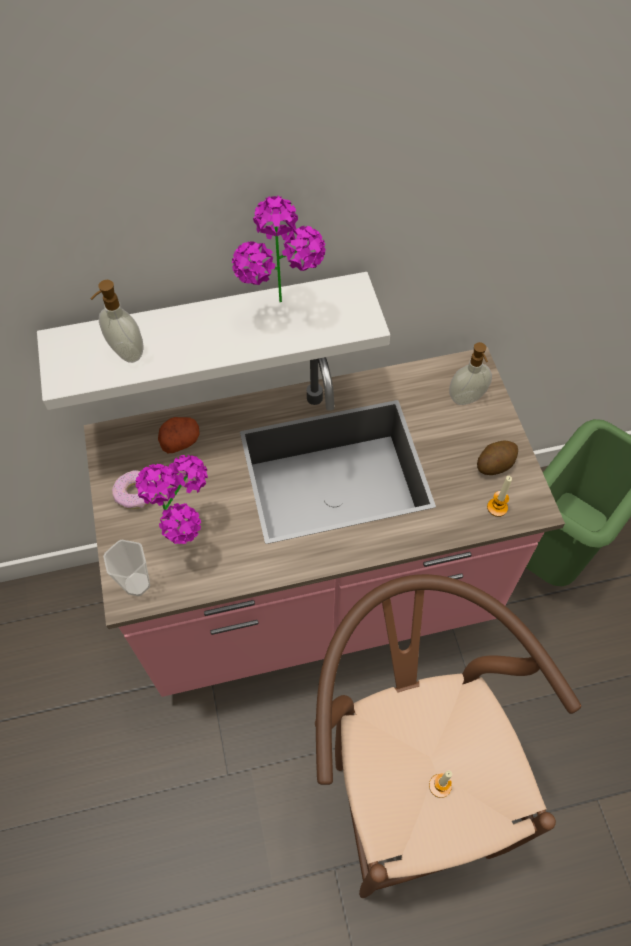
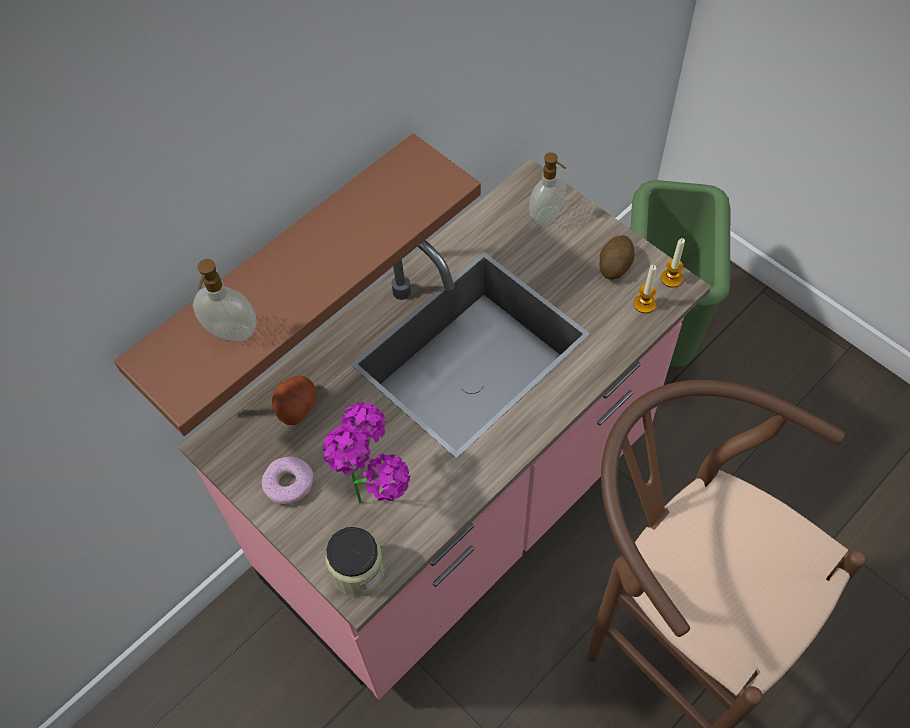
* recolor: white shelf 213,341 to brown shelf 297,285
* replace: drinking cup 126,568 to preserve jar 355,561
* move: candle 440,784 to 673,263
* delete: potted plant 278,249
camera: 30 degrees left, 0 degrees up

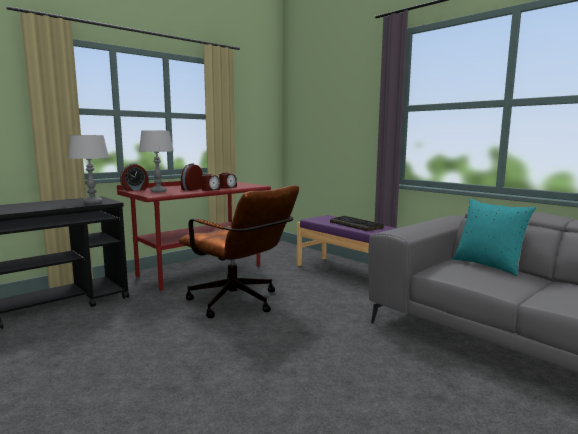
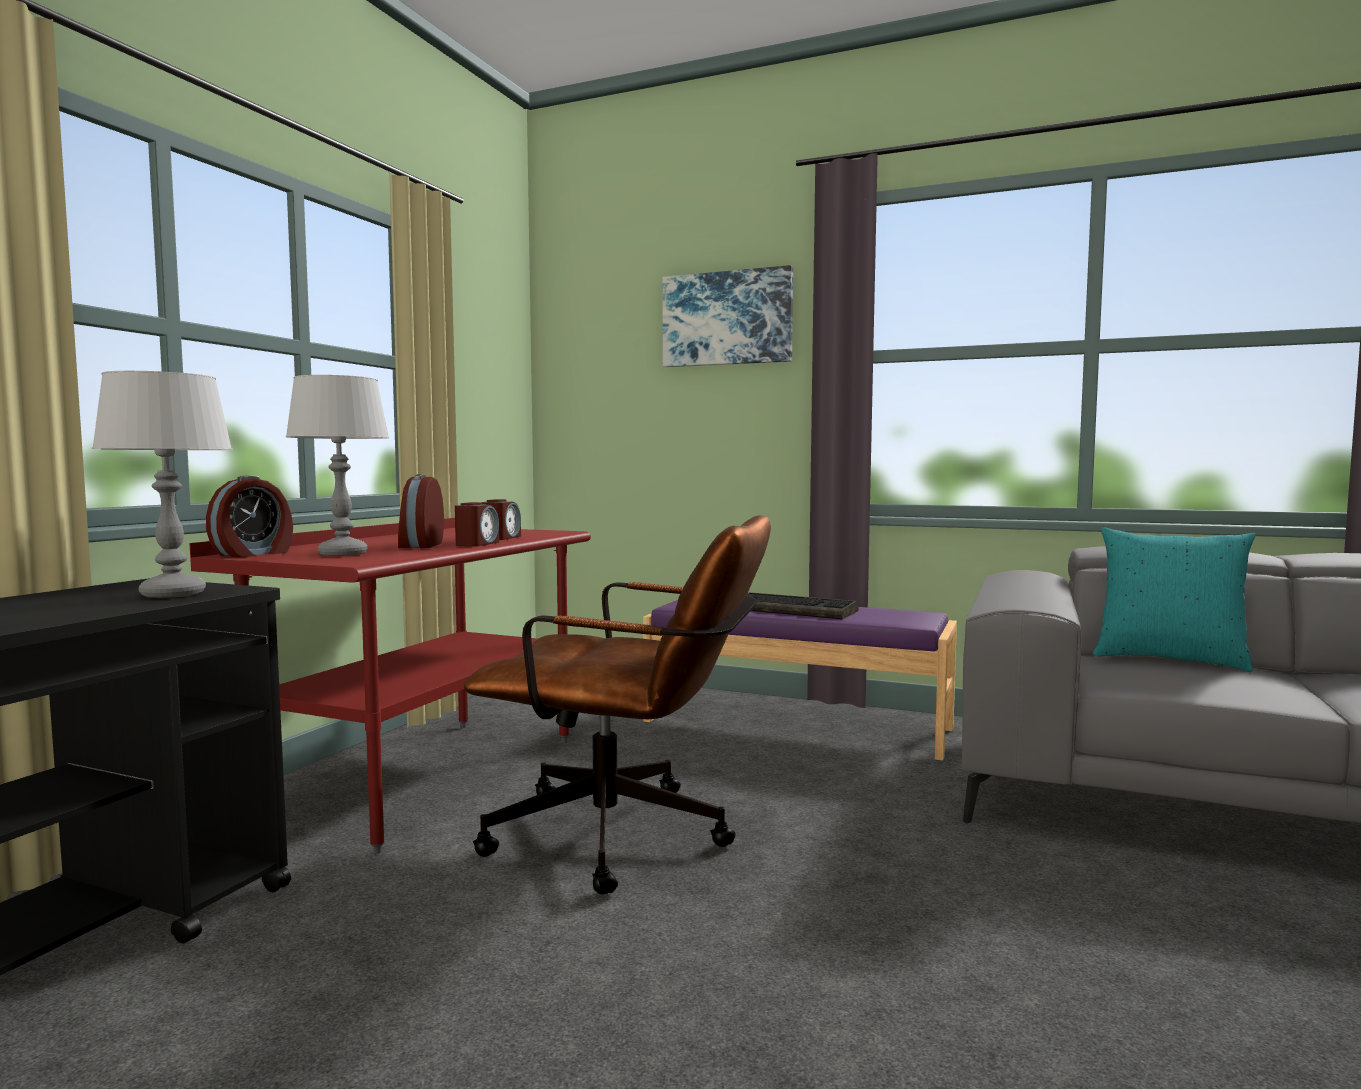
* insert: picture 728,316
camera: 25 degrees left, 5 degrees down

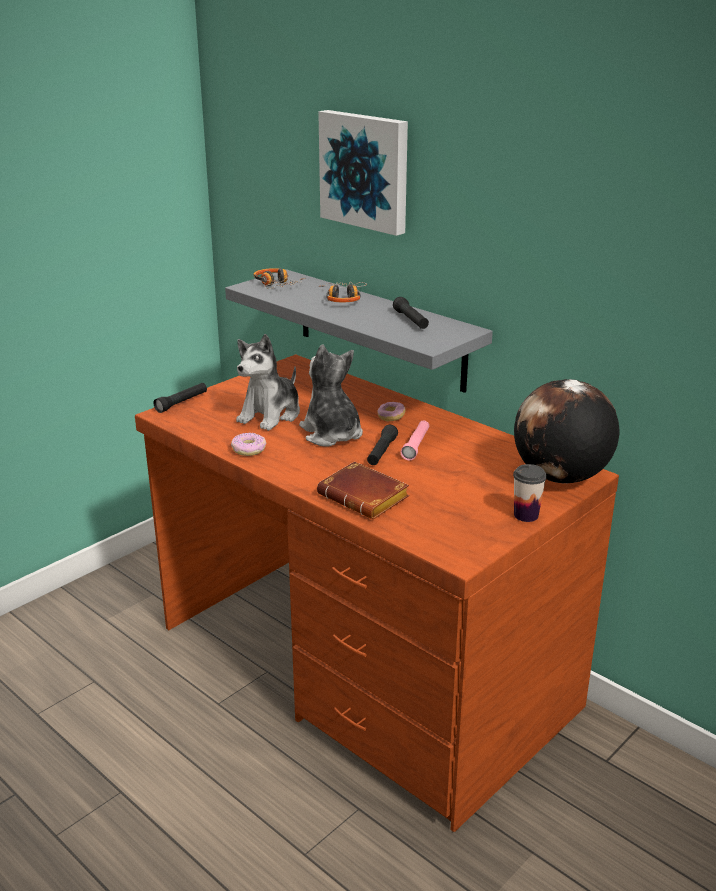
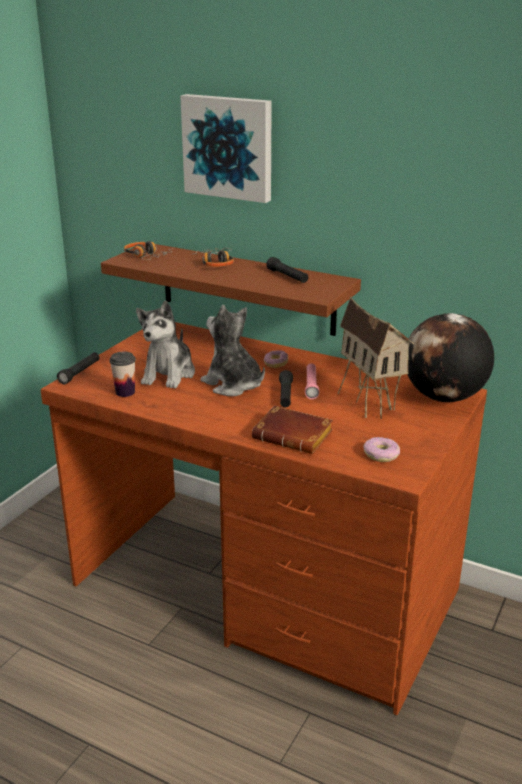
* recolor: grey shelf 359,331 to brown shelf 231,290
* move: drinking cup 530,493 to 123,374
* insert: miniature house 376,357
* move: ring doughnut 248,444 to 381,449
camera: 15 degrees left, 0 degrees up

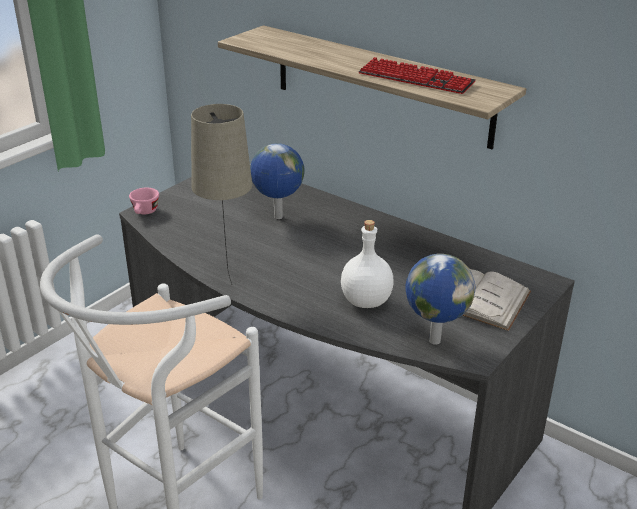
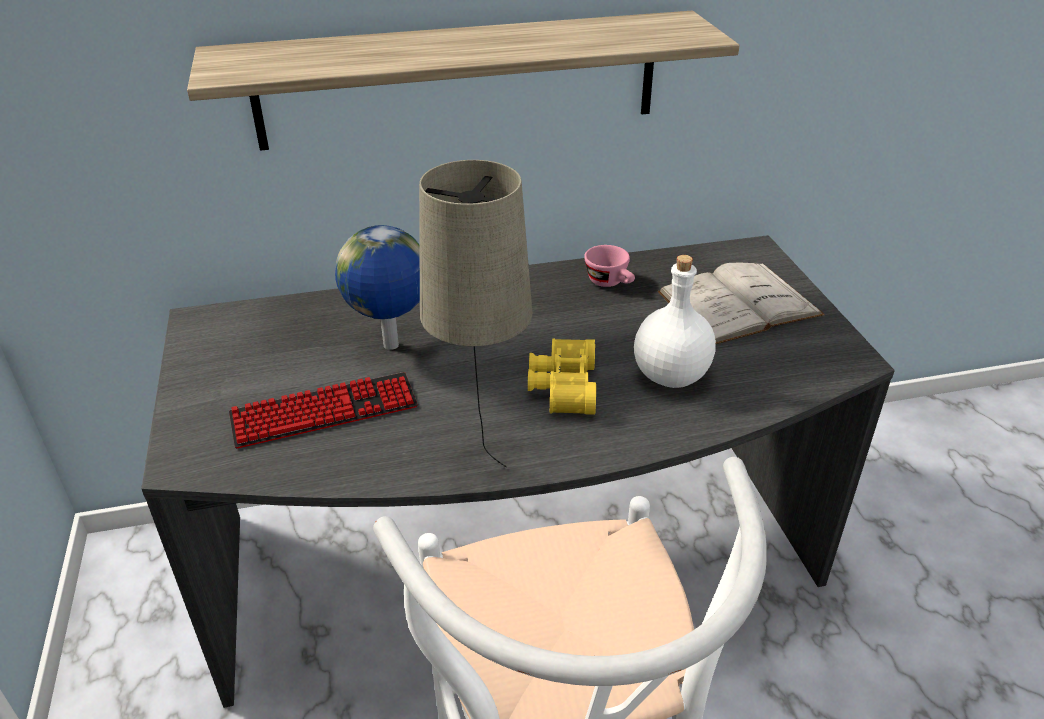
* move: PC keyboard 417,75 to 323,410
* insert: yellowish field glasses 562,376
* move: pink-coloured drinking cup 144,201 to 609,266
* delete: desk globe 440,299
camera: 50 degrees left, 5 degrees up

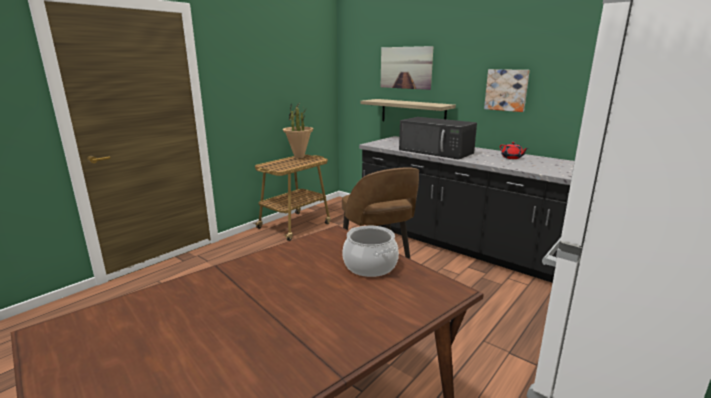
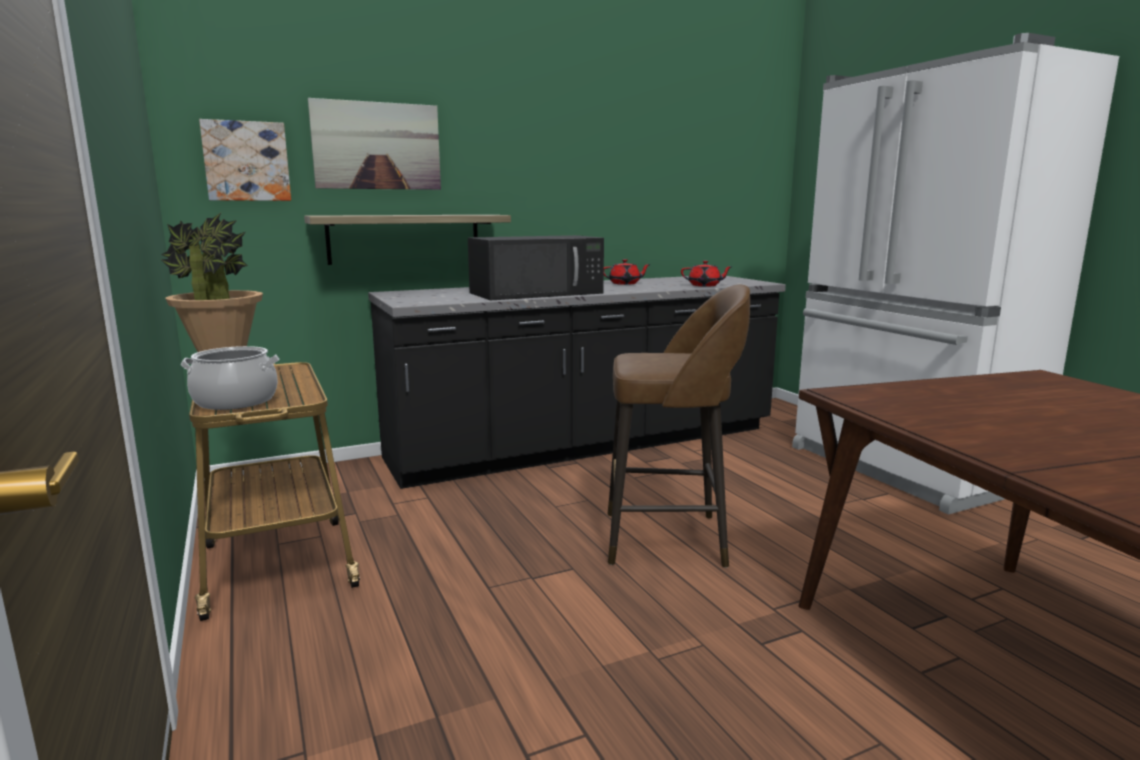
* move: saucepot 370,251 to 230,378
* move: picture 507,90 to 245,160
* insert: red-coloured tea pot 707,274
camera: 65 degrees left, 5 degrees down

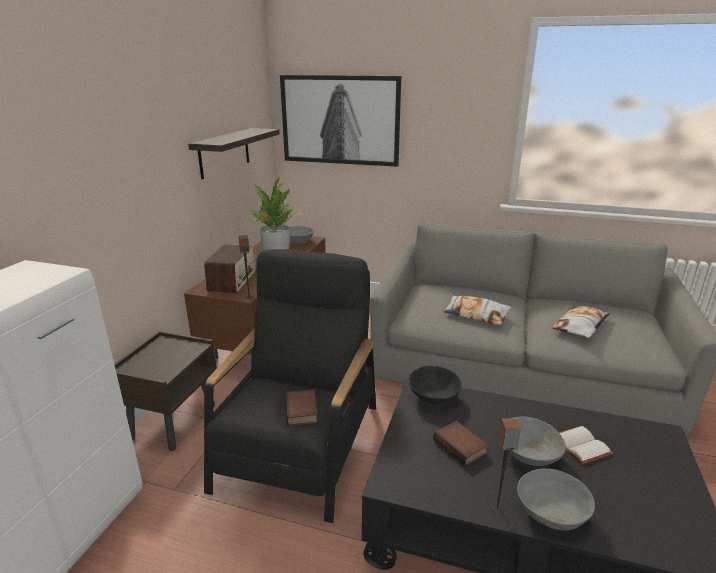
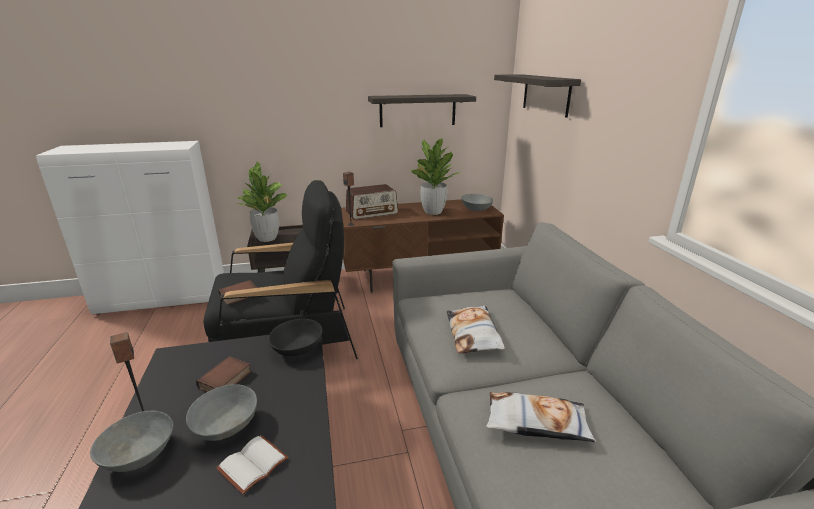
* insert: potted plant 262,202
* replace: picture 340,121 to shelf 537,96
camera: 60 degrees right, 0 degrees up

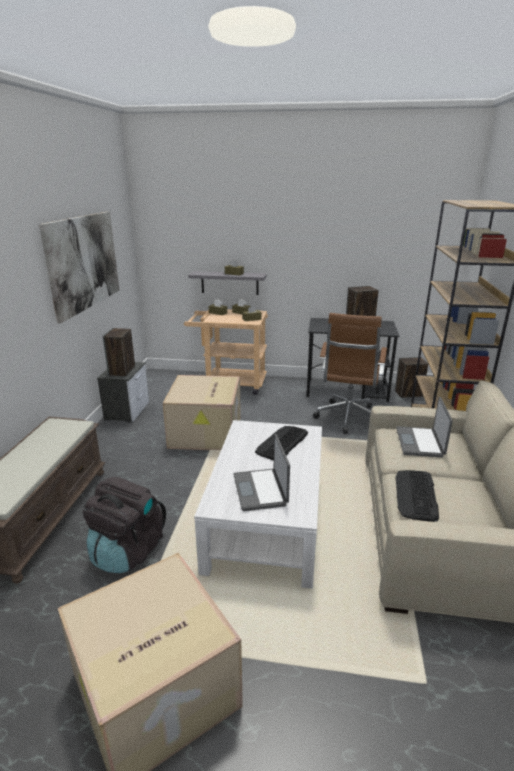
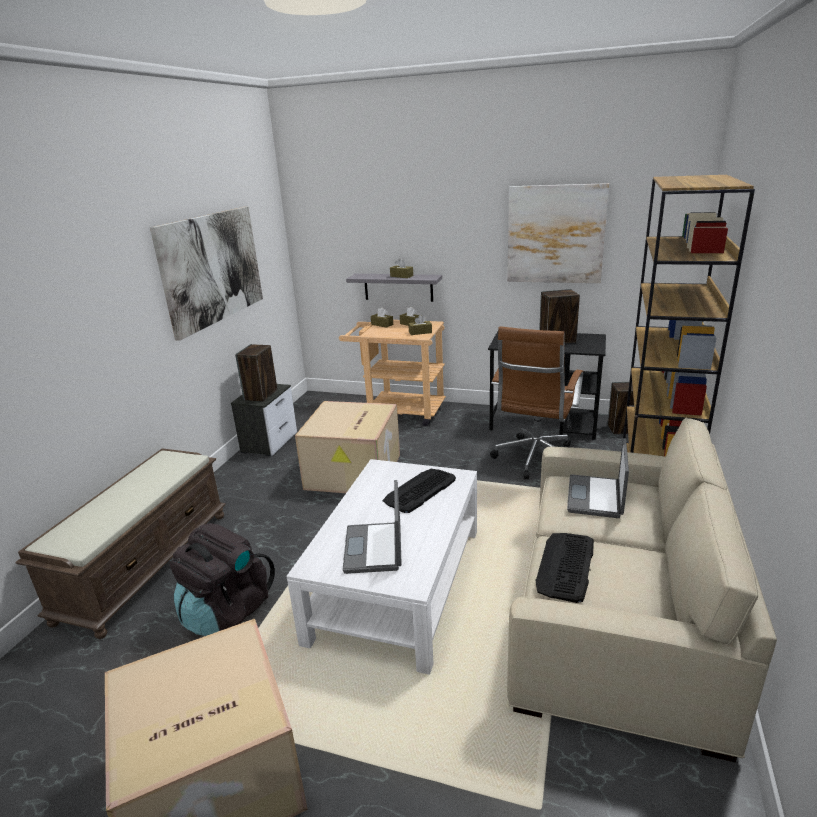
* insert: picture 558,233
camera: 10 degrees right, 0 degrees up

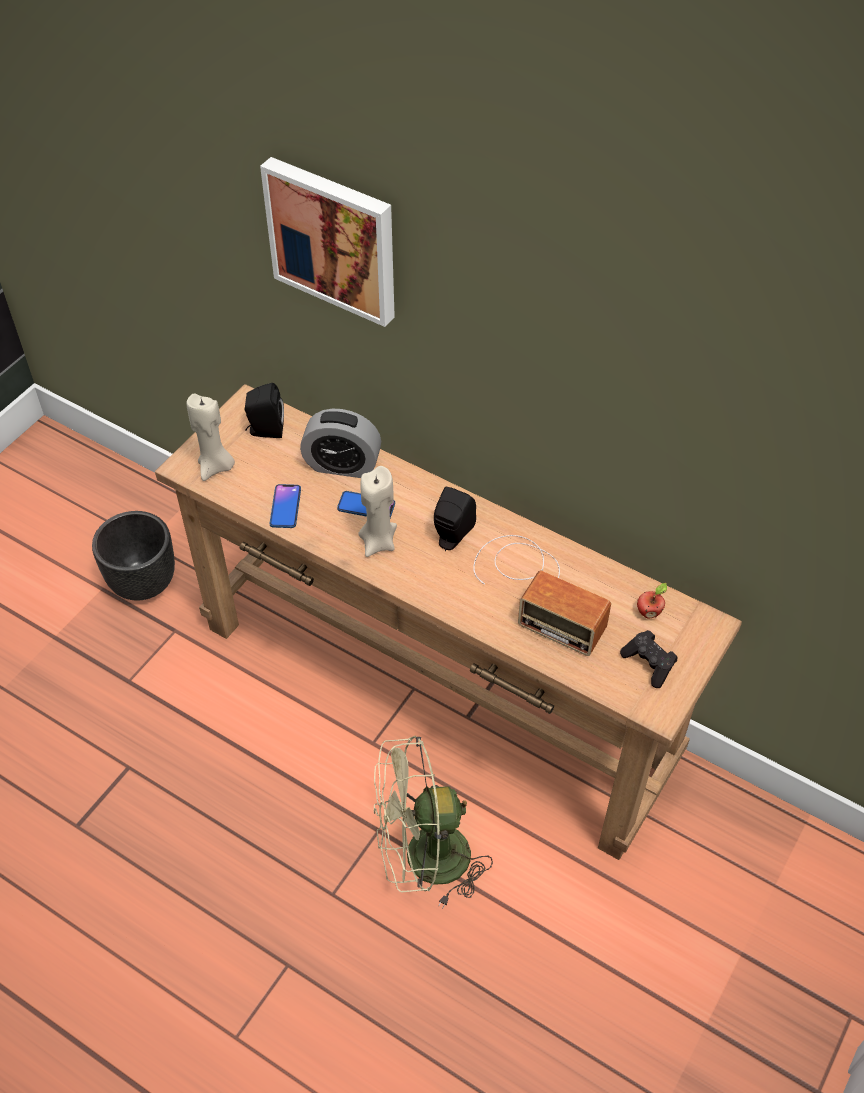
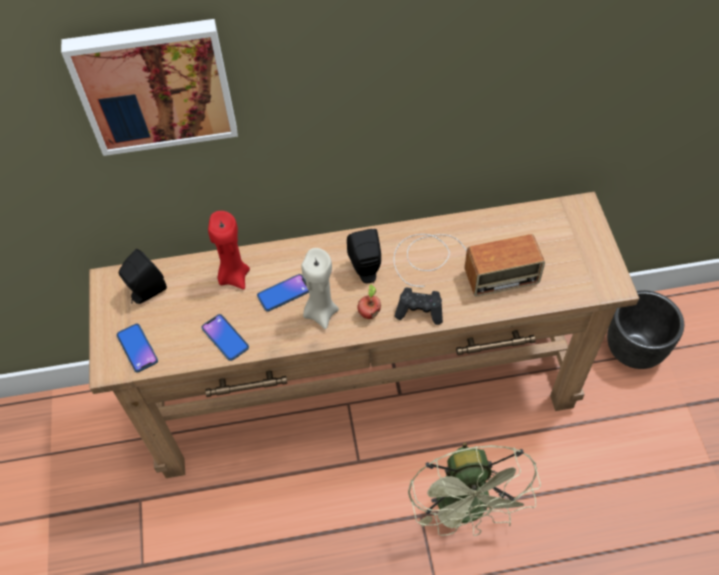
* replace: beige candle 210,437 to telephone 137,348
* replace: table clock 340,443 to red-coloured candle 229,250
* move: apple 652,600 to 369,301
* move: black-coloured joypad 649,659 to 418,306
* rotate: greenish electric fan 433,822 = 474,489 45 degrees counterclockwise
* move: black-coloured planter 133,556 to 645,329
camera: 40 degrees left, 5 degrees up

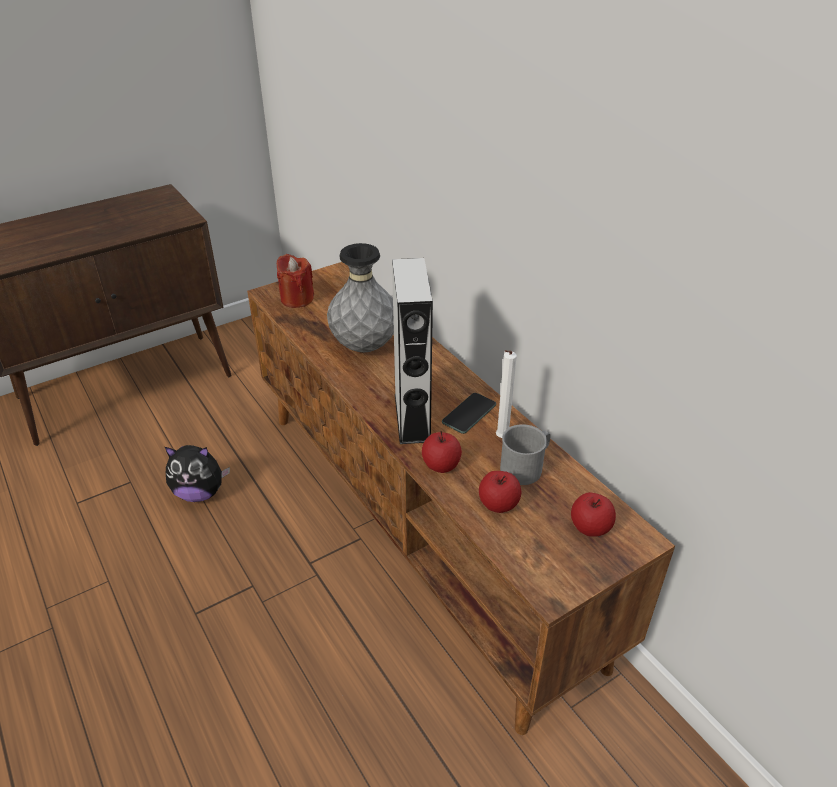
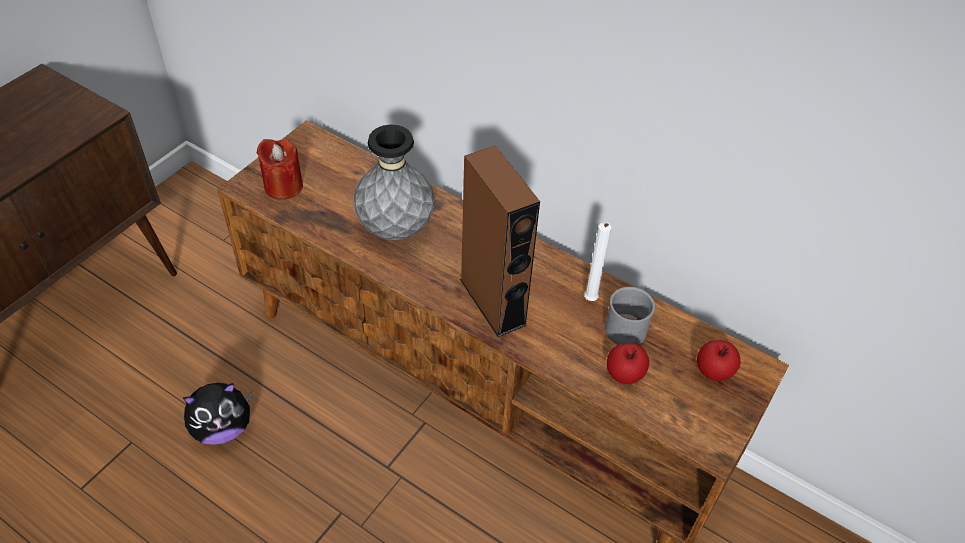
* recolor: grey audio speaker 412,351 to brown audio speaker 500,241
* delete: apple 442,452
* delete: telephone 469,413
camera: 25 degrees left, 10 degrees up

